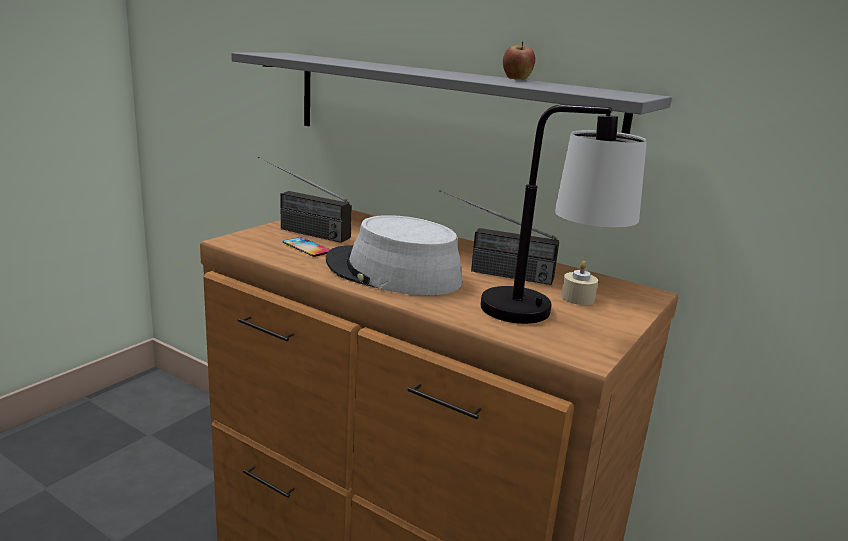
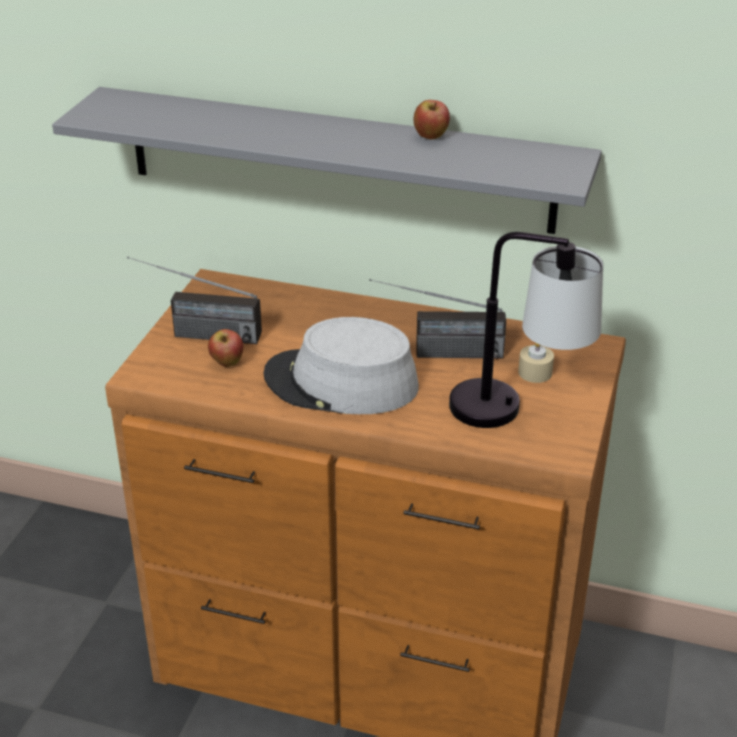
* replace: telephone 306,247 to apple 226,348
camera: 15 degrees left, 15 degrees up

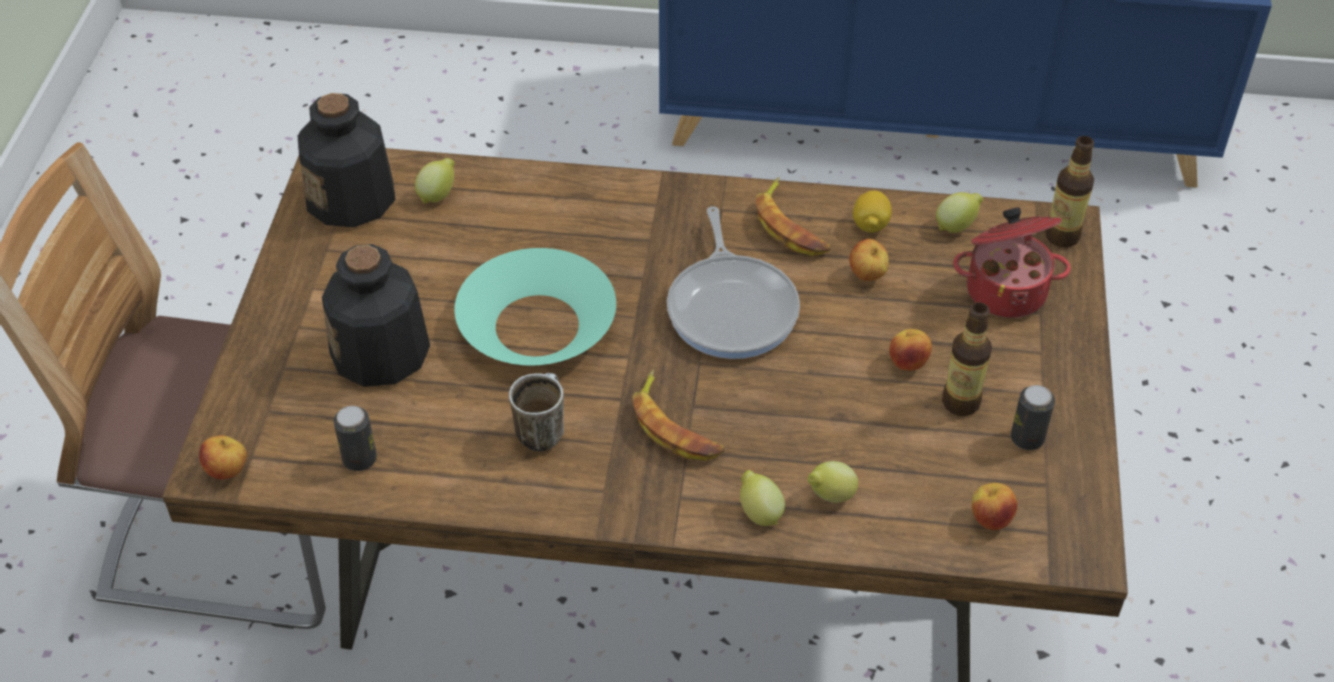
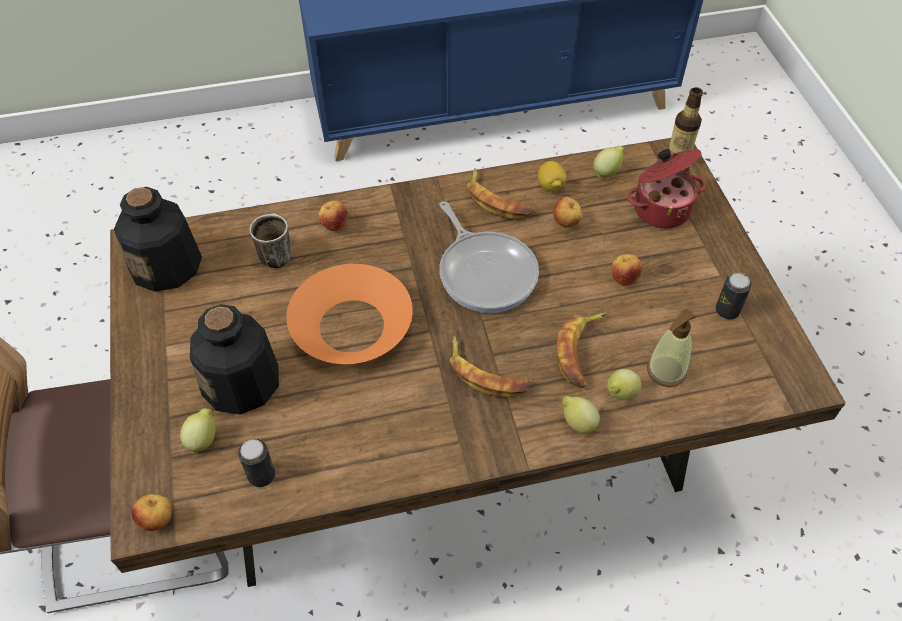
* move: whole lemon 435,181 to 197,431
* move: tea mug 536,412 to 271,241
* recolor: turquoise serving bowl 535,306 to orange serving bowl 349,314
* move: apple 994,506 to 333,216
* insert: whole banana 581,350
* insert: soap dispenser 671,347
* delete: bottle 967,359
camera: 20 degrees left, 5 degrees up

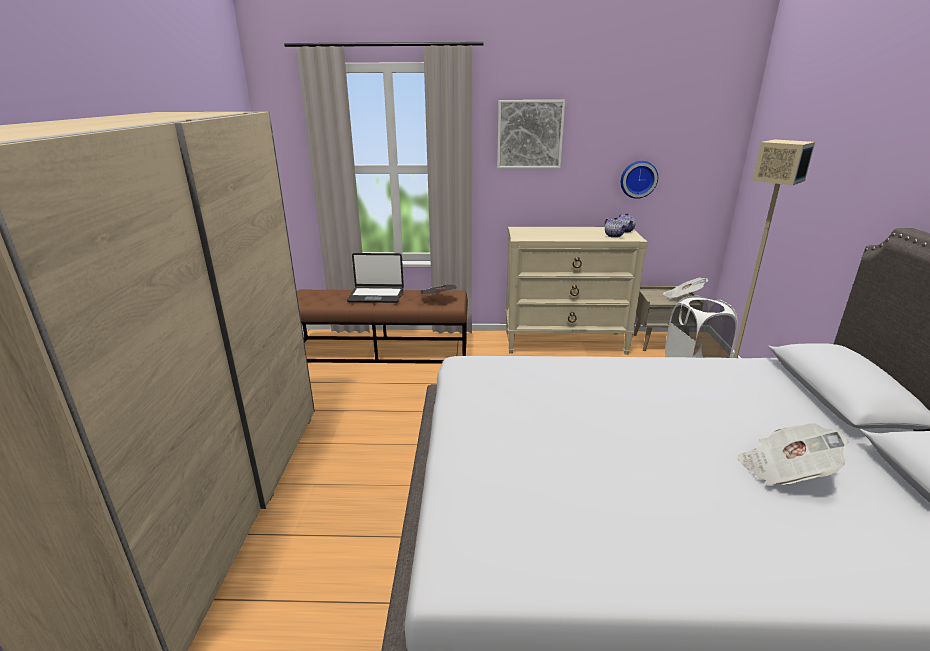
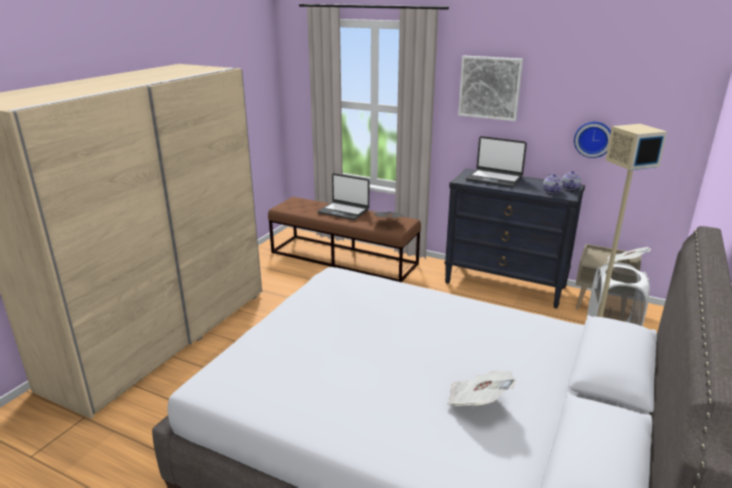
* recolor: beige chest of drawers 577,291 to black-coloured chest of drawers 515,238
* insert: portable computer 496,161
camera: 25 degrees right, 0 degrees up

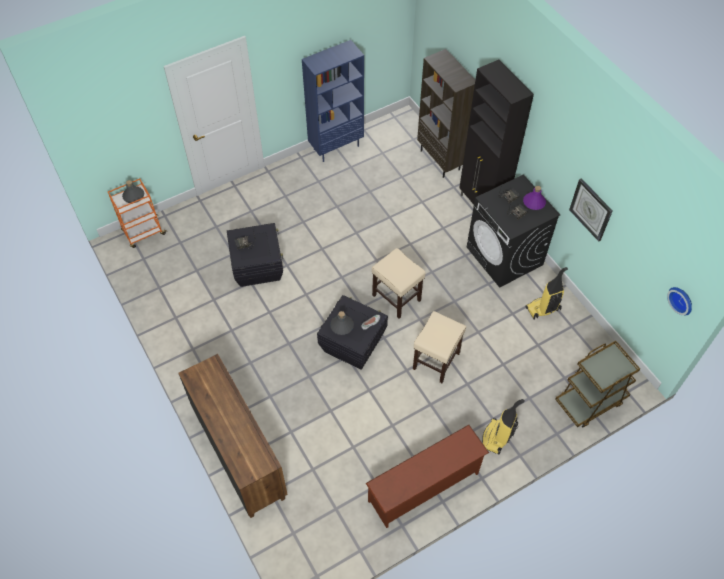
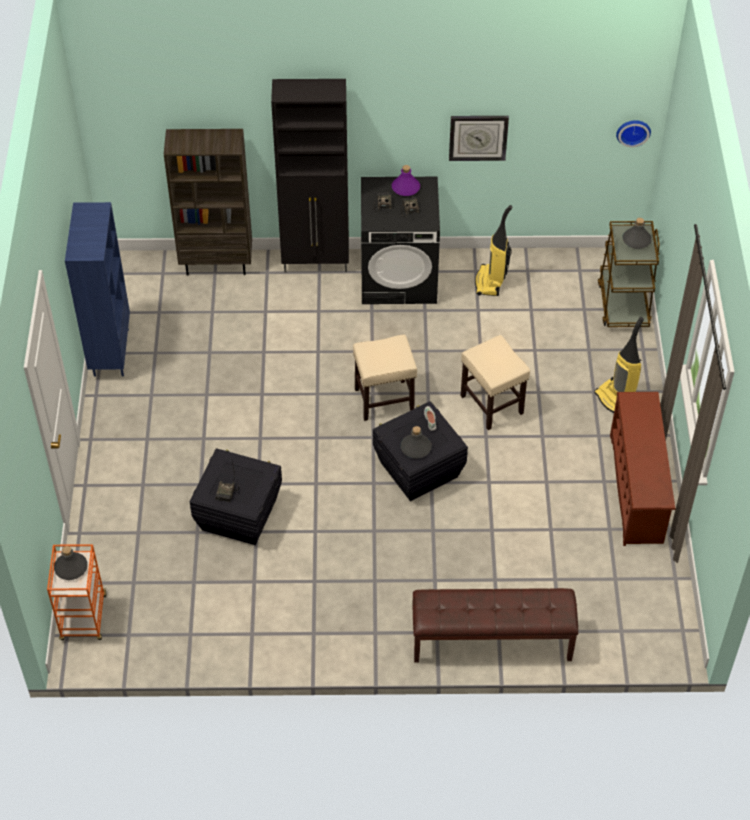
* replace: brown chest of drawers 233,436 to brown indoor bench 495,625
* insert: grey bottle 637,233
camera: 60 degrees left, 5 degrees down

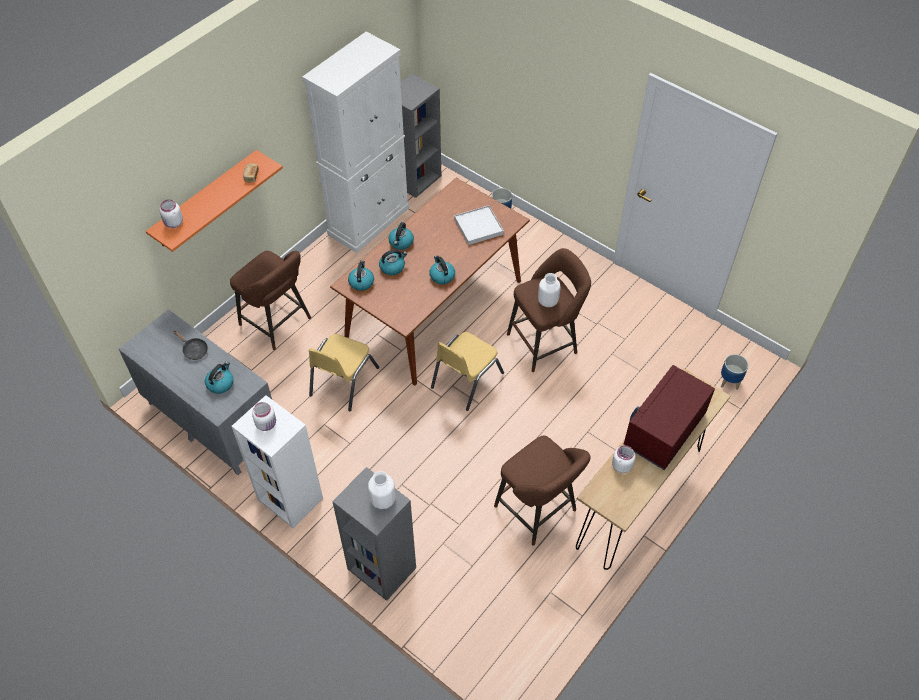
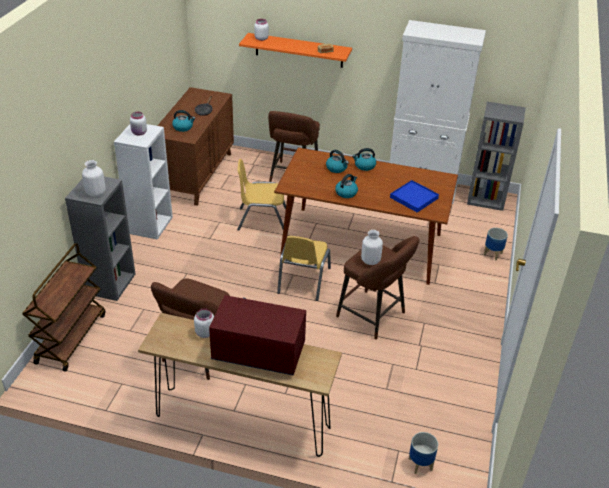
* insert: brown trolley 63,307
* recolor: grey chest of drawers 195,392 to brown chest of drawers 195,146
* rotate: yellowish plain chair 467,371 = 304,268 90 degrees counterclockwise
* recolor: white tray 479,225 to blue tray 414,196
* delete: tea kettle 361,275
camera: 65 degrees right, 15 degrees down

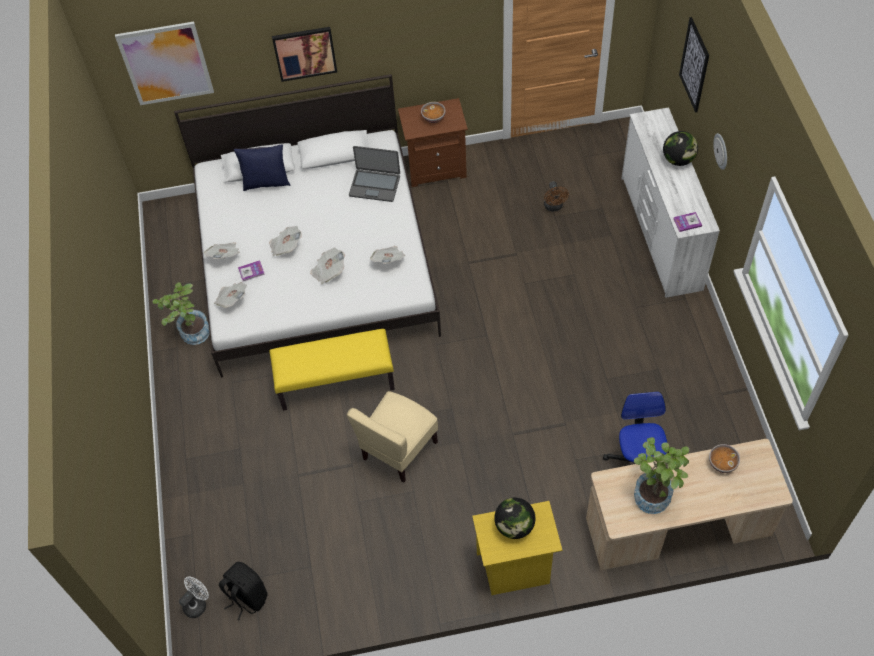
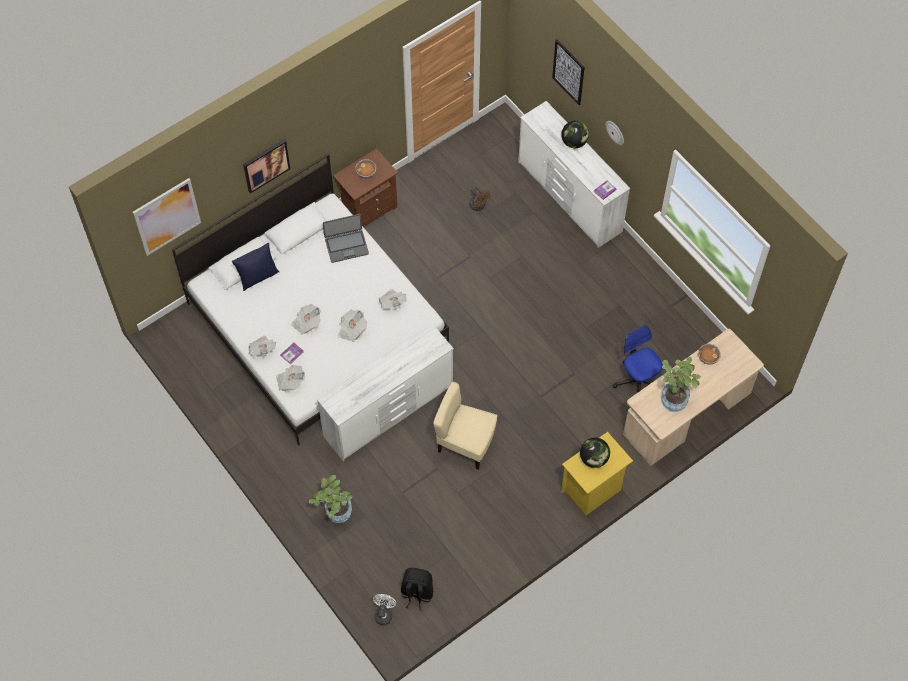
* move: potted plant 180,313 to 331,499
* replace: yellowish indoor bench 332,370 to white chest of drawers 385,392
* rotate: beige plain chair 392,437 = 465,426 105 degrees clockwise
camera: 30 degrees left, 5 degrees up

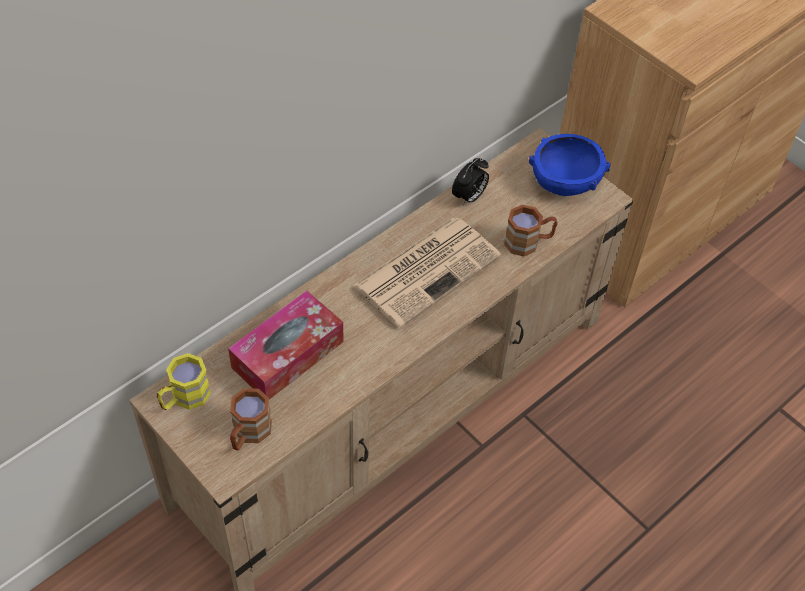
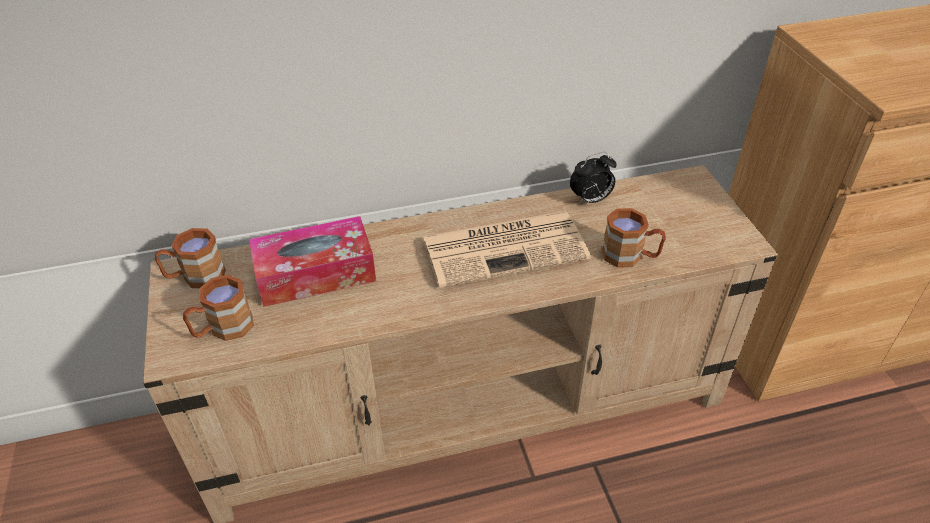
* recolor: yellowish tea mug 184,381 to brown tea mug 190,258
* delete: blue serving bowl 569,165
camera: 30 degrees right, 10 degrees down

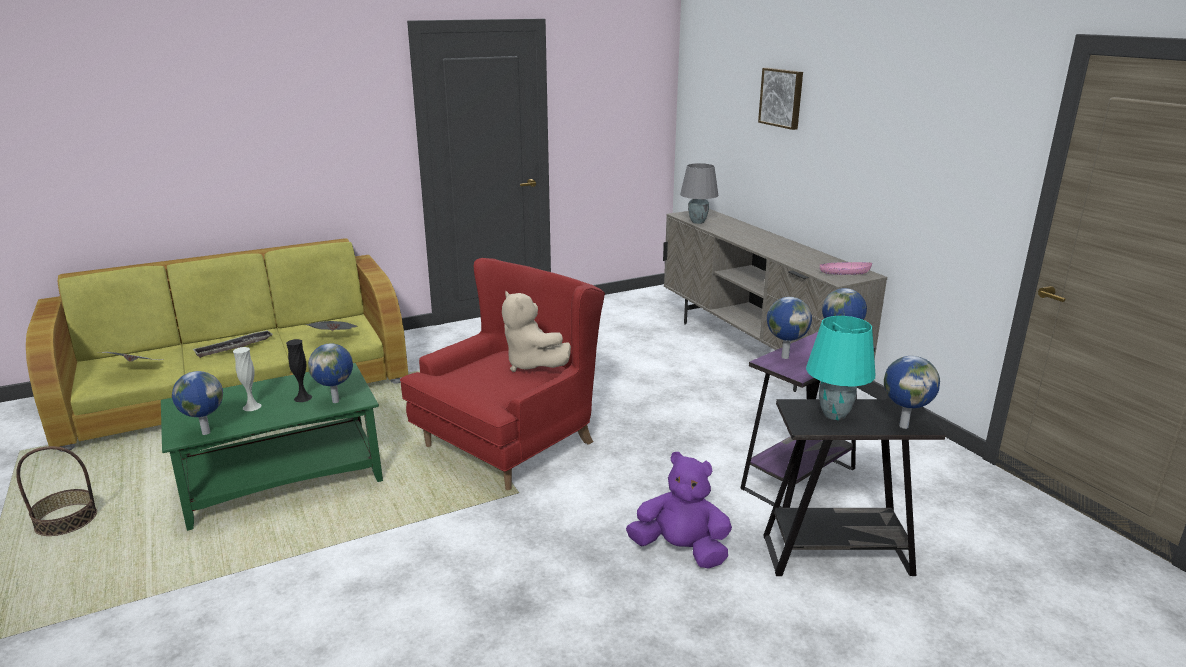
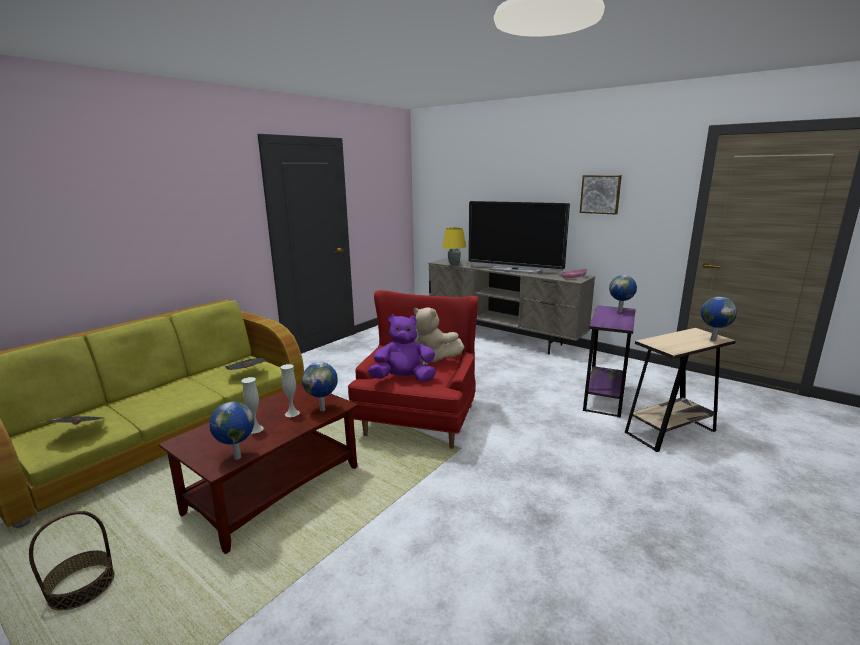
* recolor: greenish lounge table 272,447 to brown lounge table 258,468
* recolor: black-coloured vase 299,370 to white vase 290,390
* move: purple soft toy 679,510 to 402,348
* recolor: grey table lamp 699,193 to yellowish table lamp 454,246
* insert: television 519,237
* move: picture 780,99 to 601,195
* recolor: black-coloured end table 854,487 to beige end table 680,390
* delete: tray 233,344
* delete: desk globe 789,328
* delete: turquoise table lamp 840,368
camera: 25 degrees left, 5 degrees down

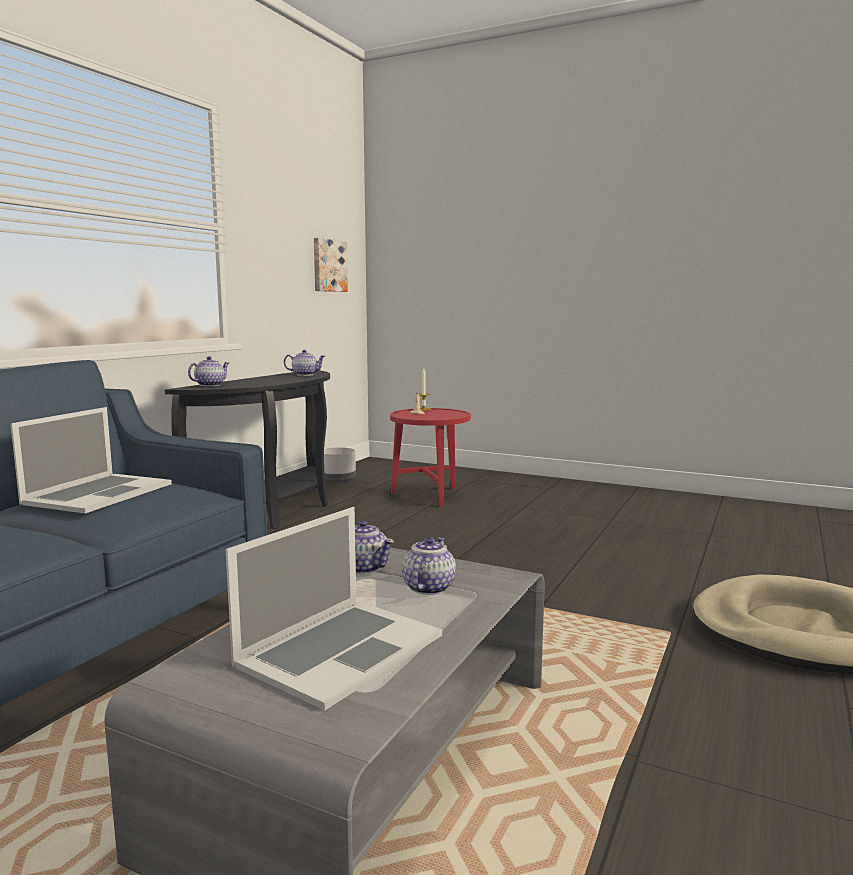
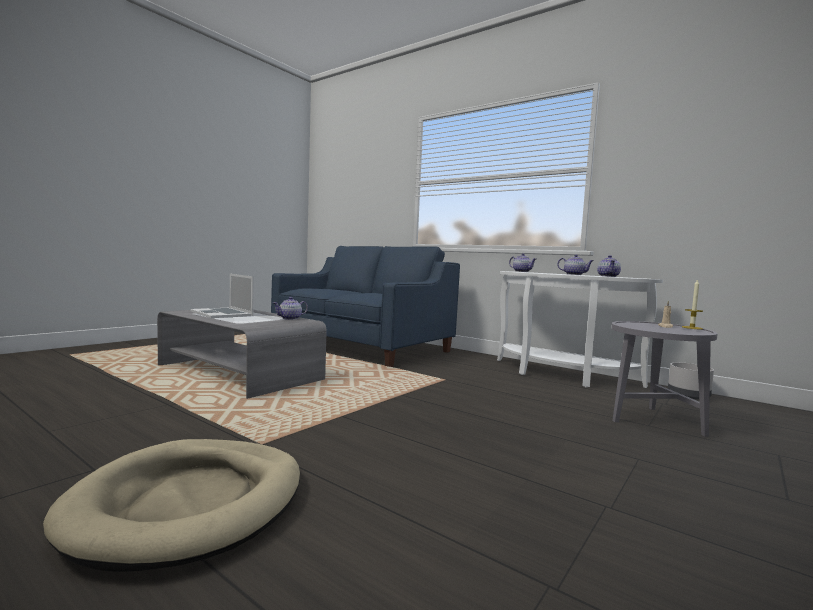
* recolor: black-coloured hall table 247,450 to white hall table 580,329
* move: tea pot 429,566 to 575,265
* recolor: red-coloured end table 430,457 to grey end table 664,379
* delete: portable computer 91,460
* delete: picture 331,265
camera: 100 degrees right, 5 degrees down

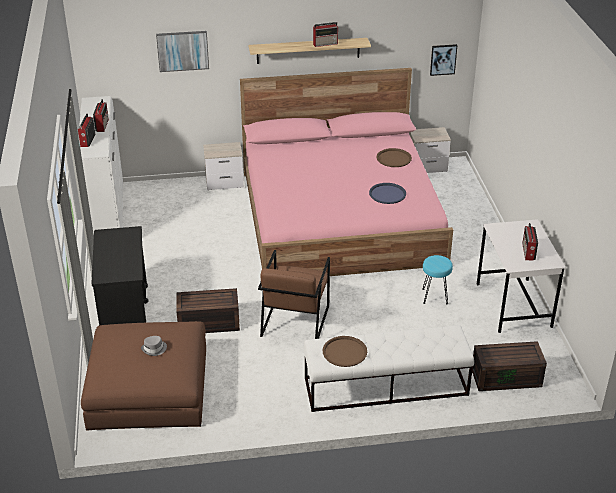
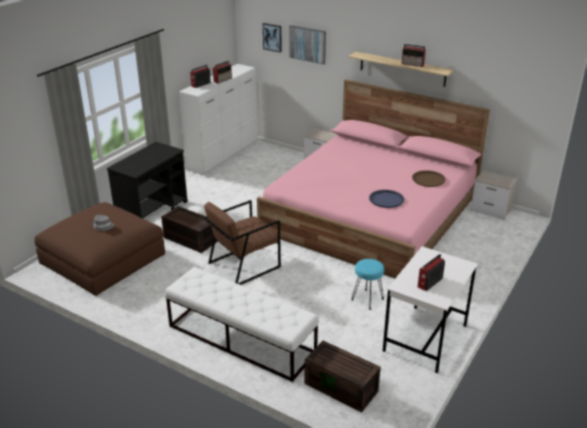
* move: picture 444,60 to 272,38
* delete: brown tray 345,351
camera: 40 degrees right, 5 degrees down

